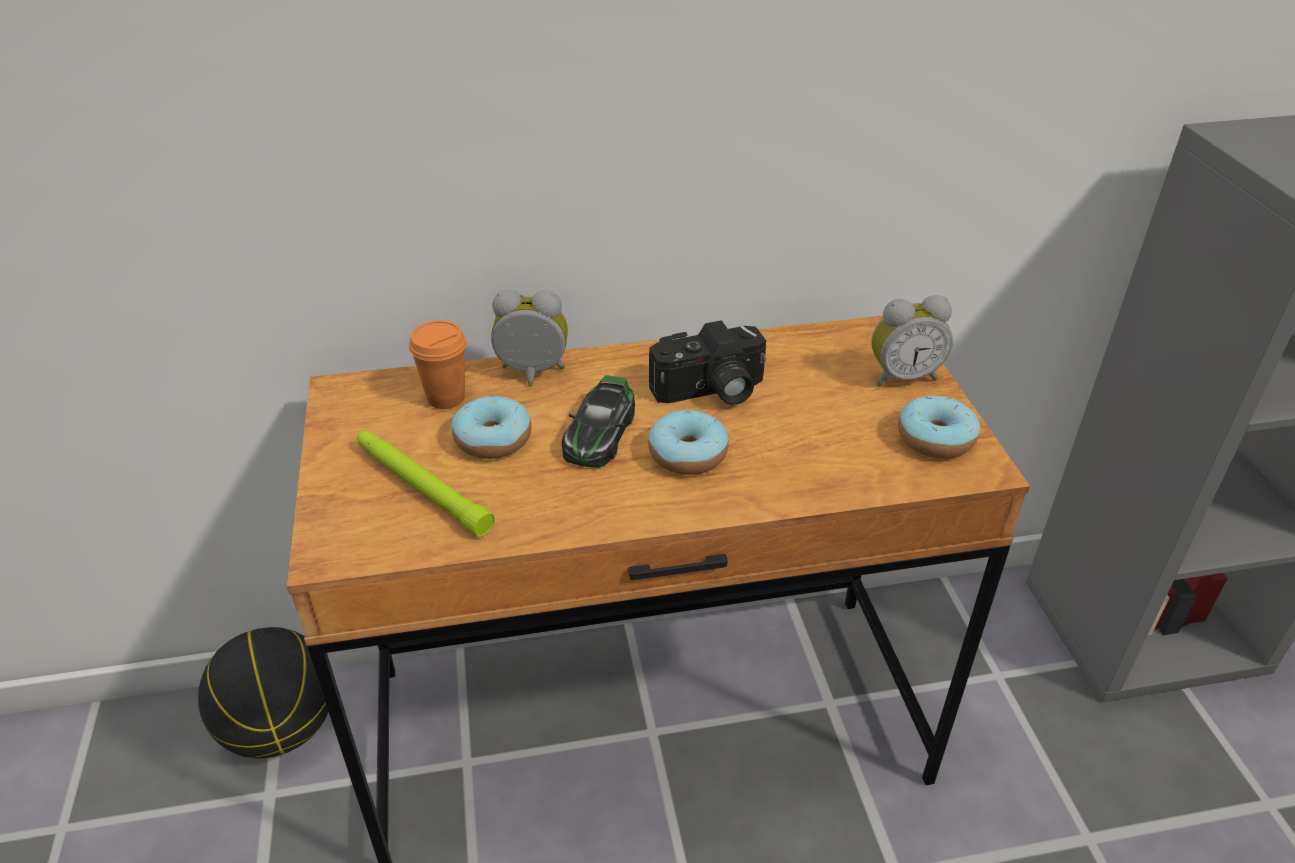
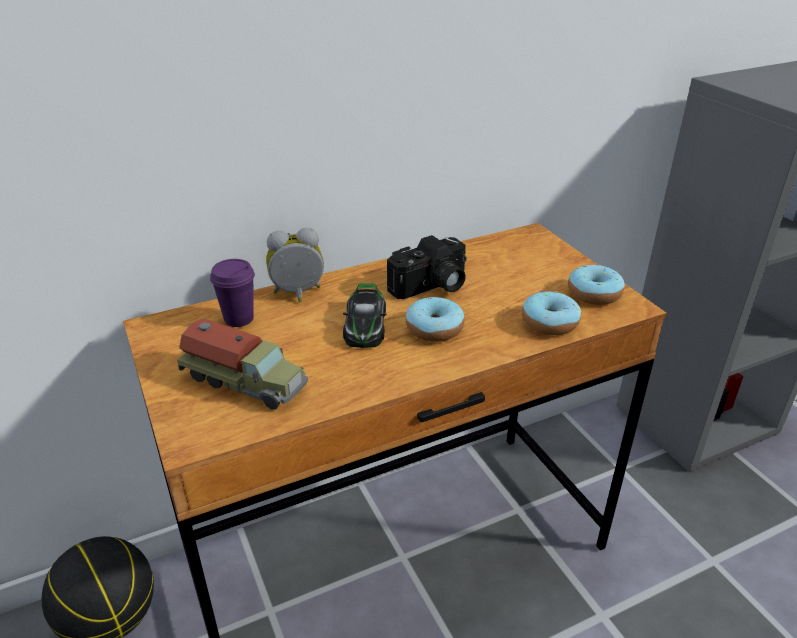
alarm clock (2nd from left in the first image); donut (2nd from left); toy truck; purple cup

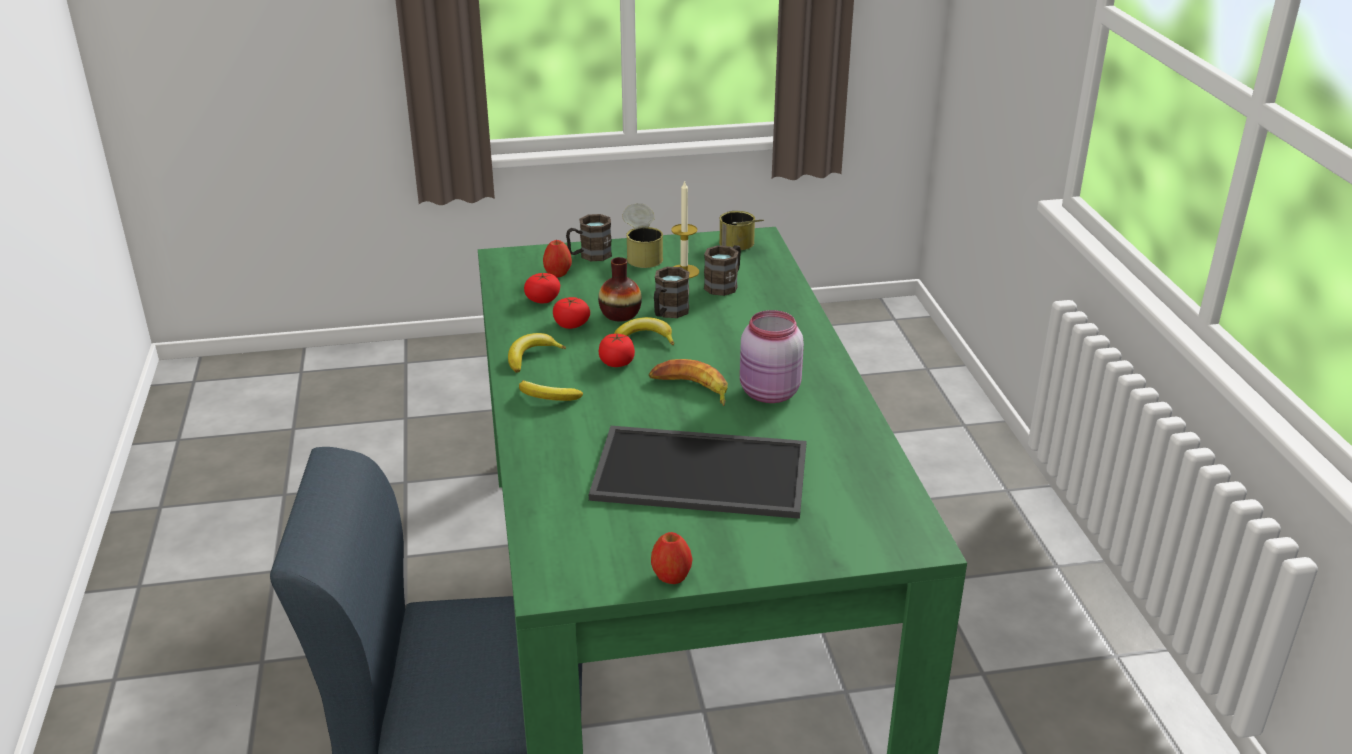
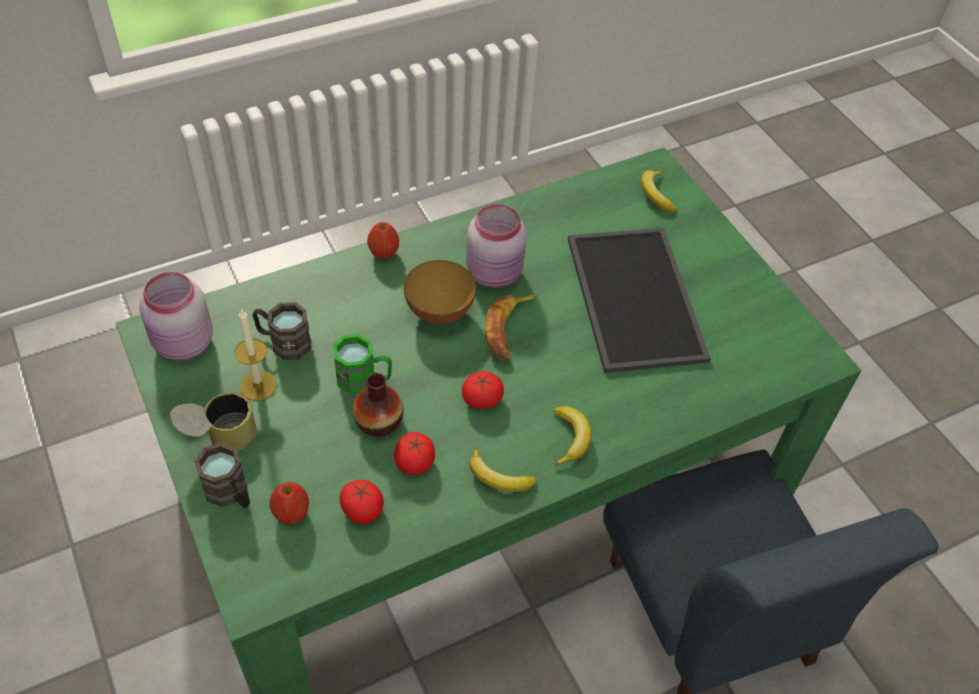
bowl; banana (4th from left); apple (2nd from left); pink jar (1st from left); green mug

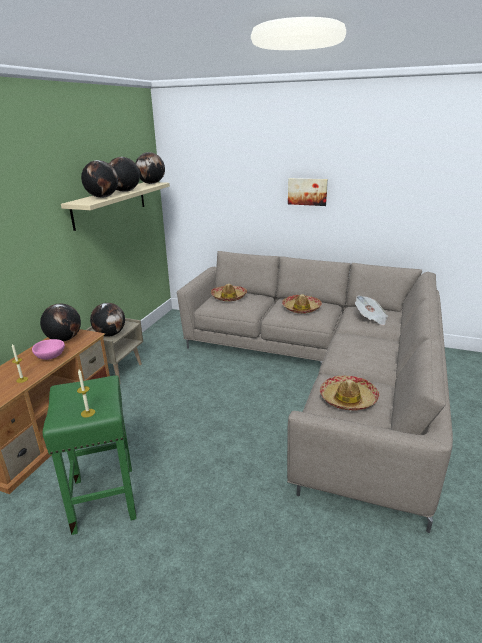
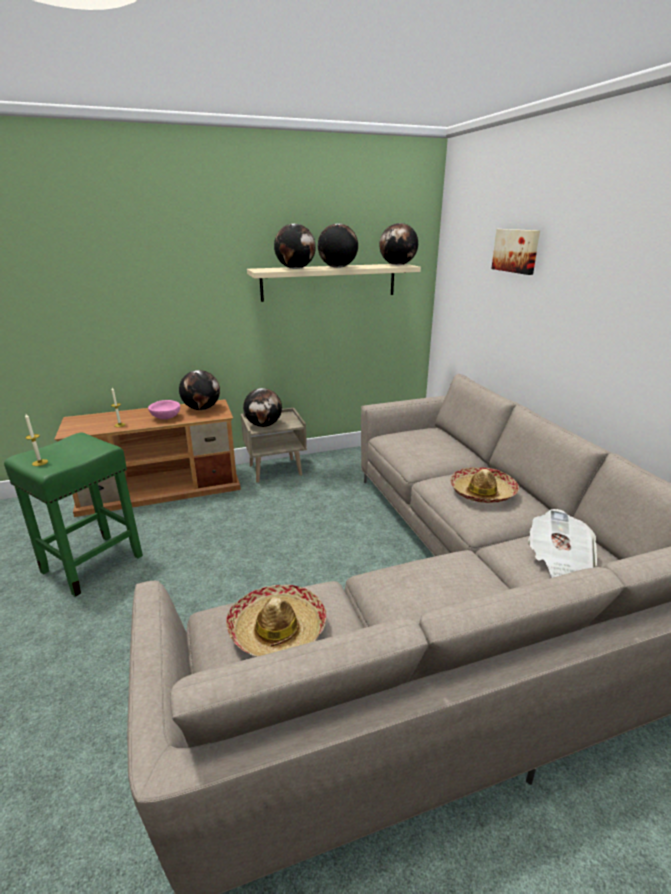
hat (1st from left in the first image); picture

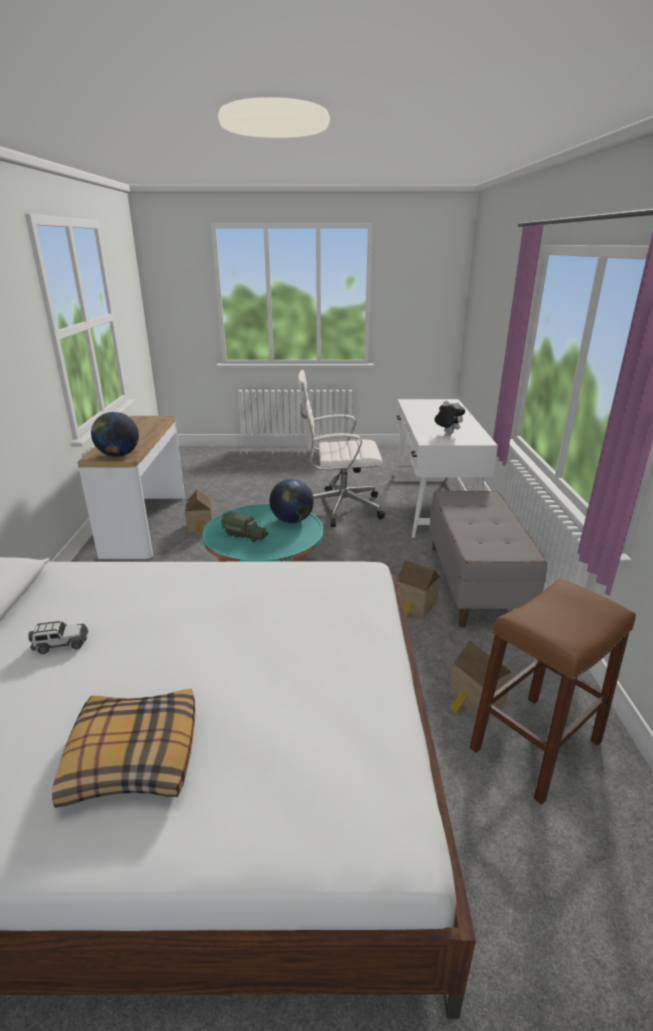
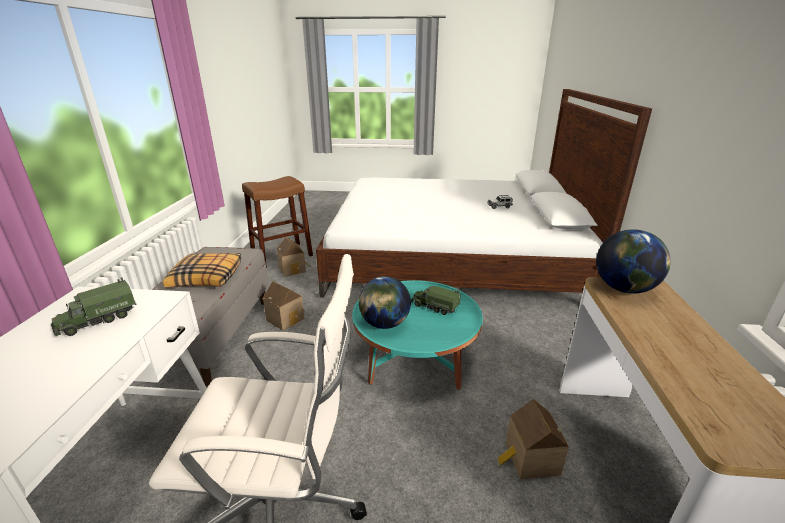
pillow; toy truck (1st from left)

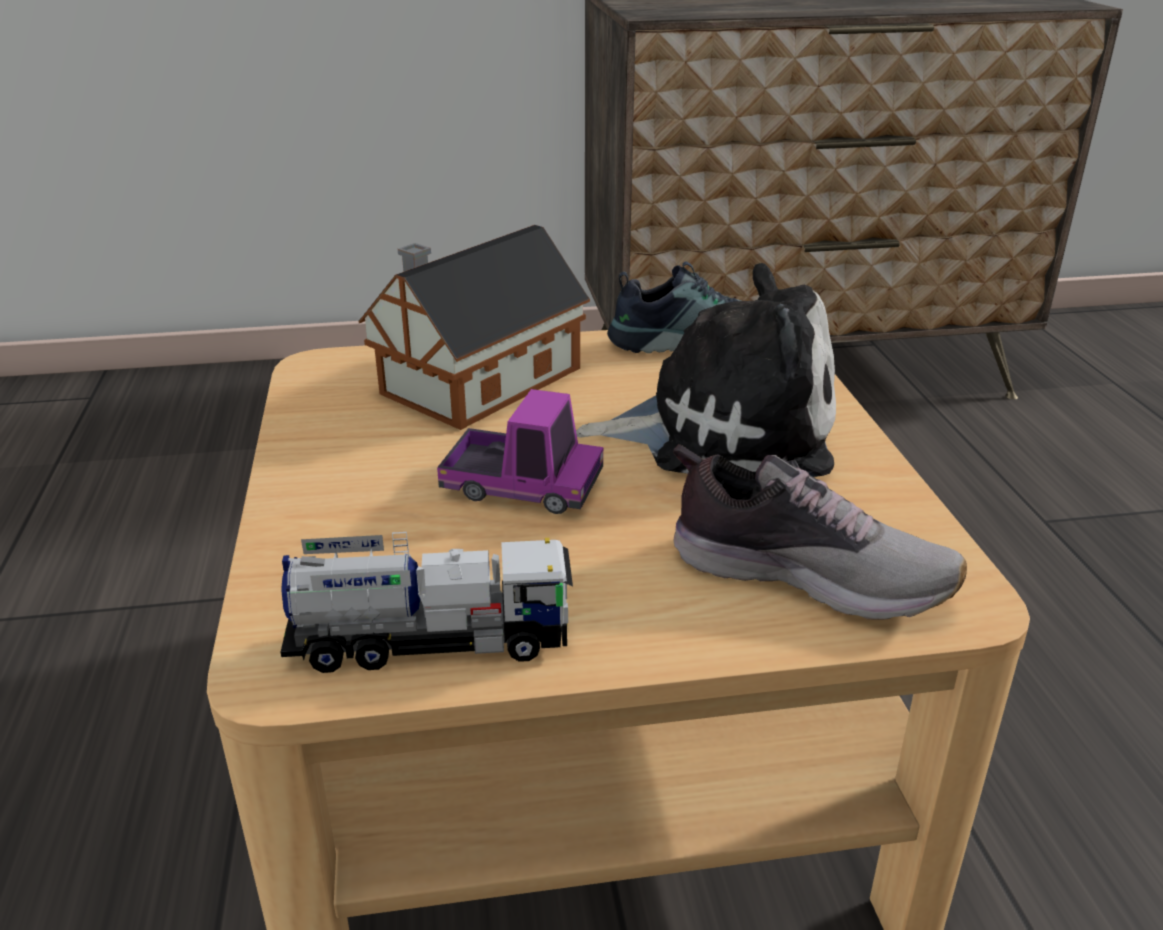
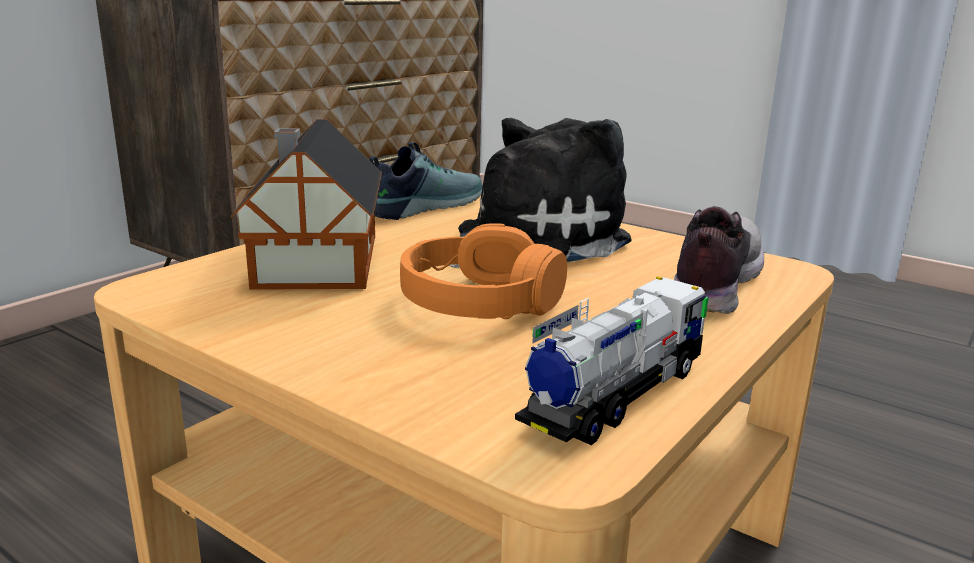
orange headphones; shoe (2nd from left)

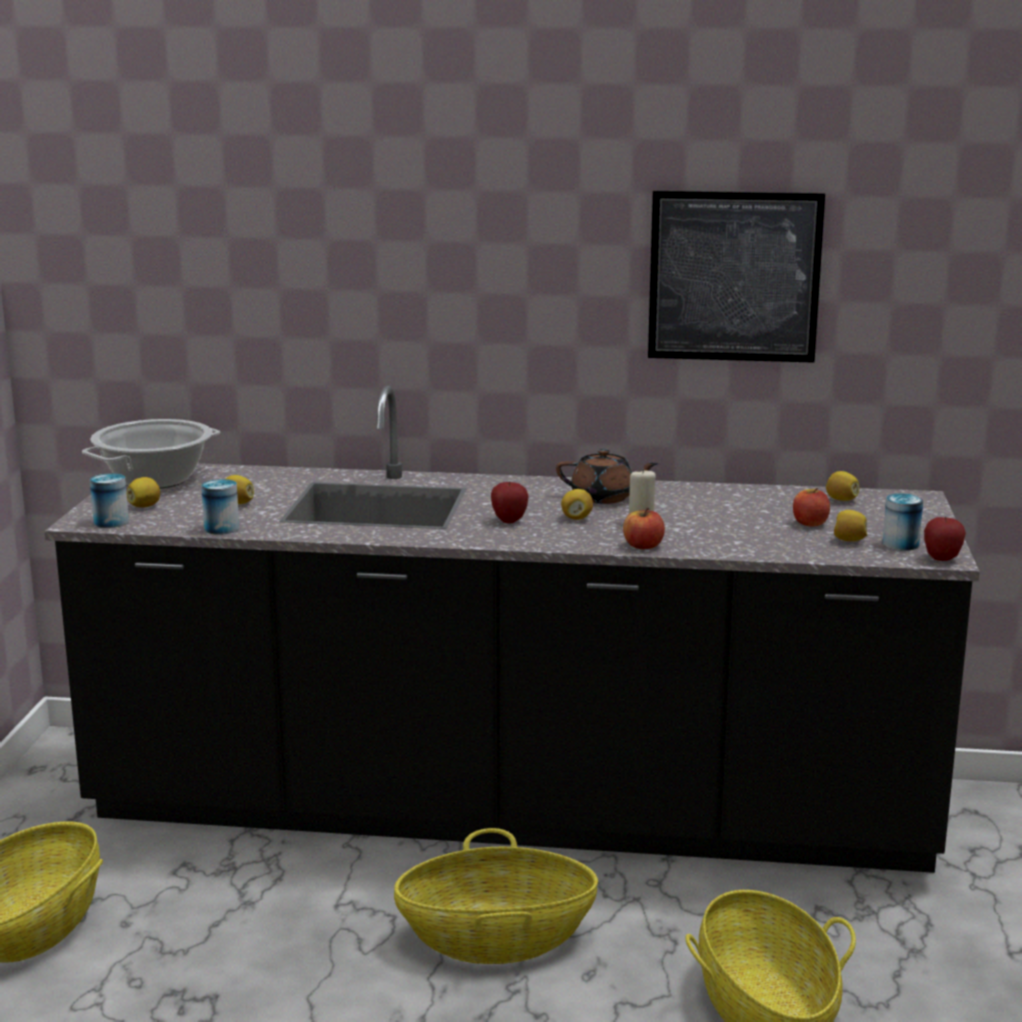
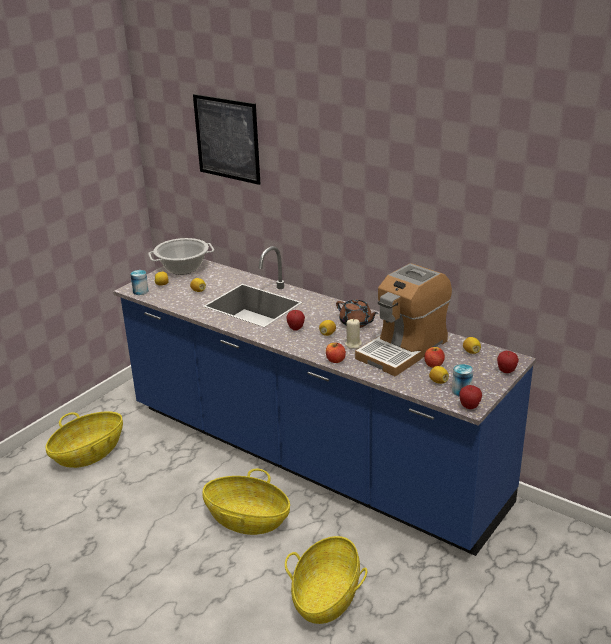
can (2nd from left in the first image); coffee machine; apple (5th from left); picture; blue counter

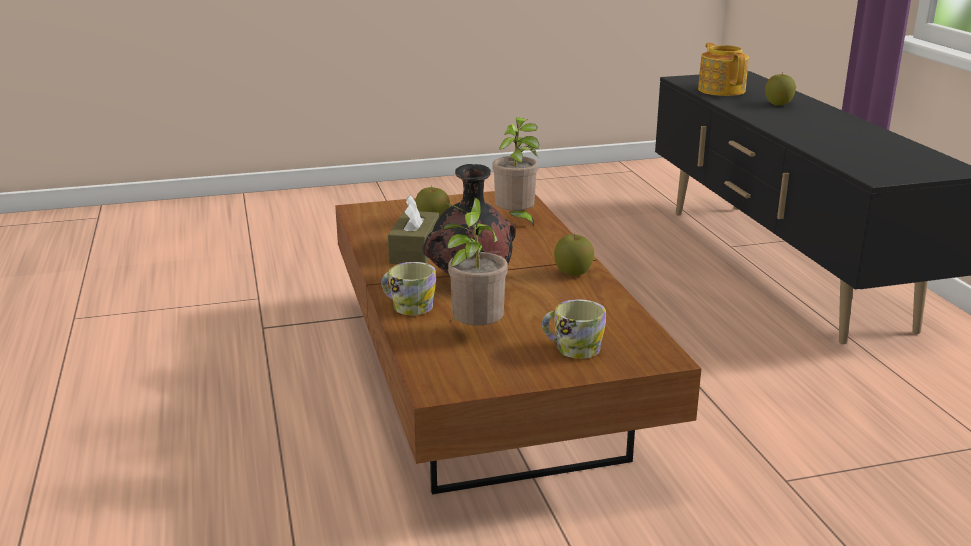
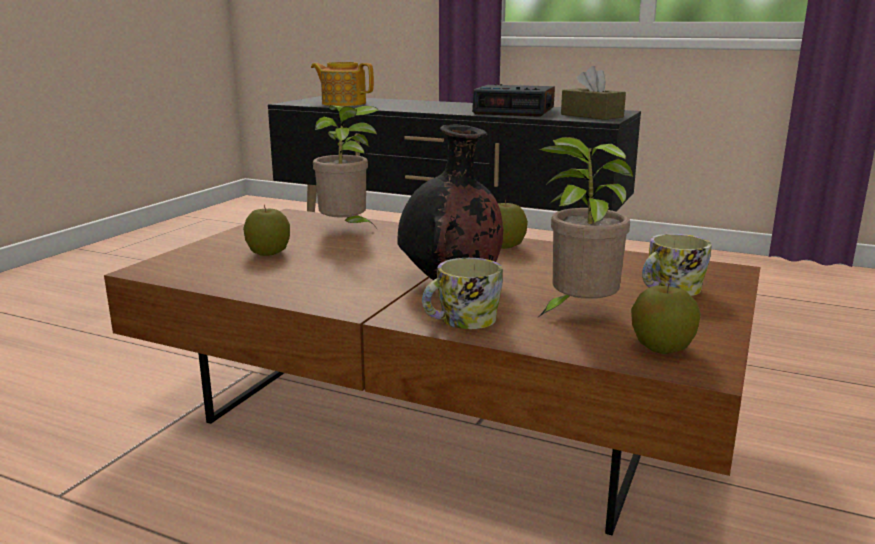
alarm clock; brown tissue box; apple (3rd from left)

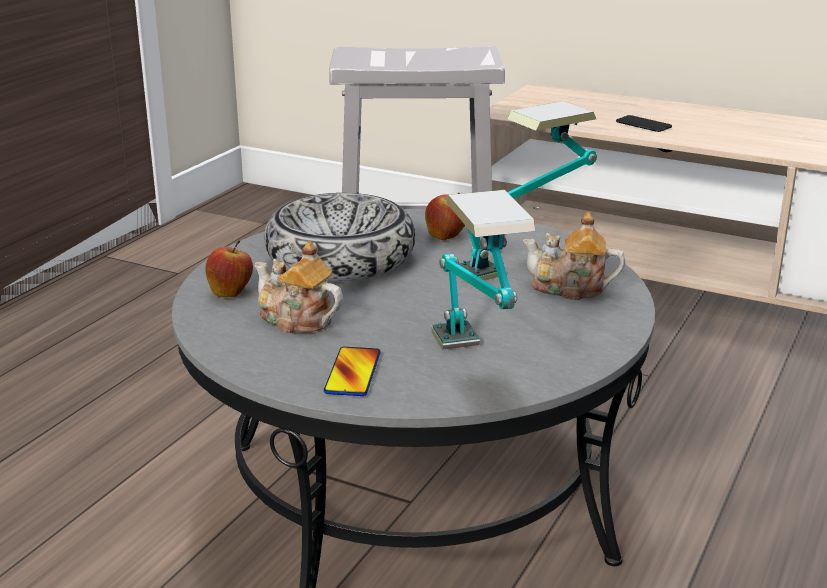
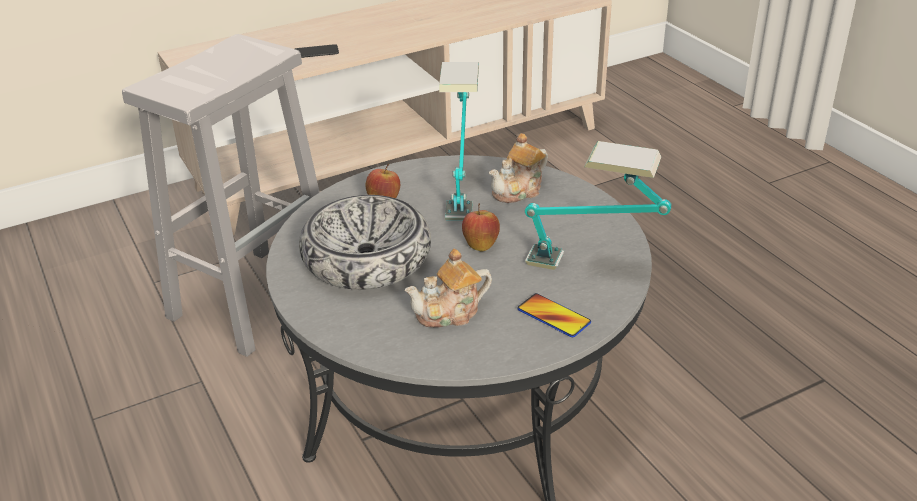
apple (2nd from left)

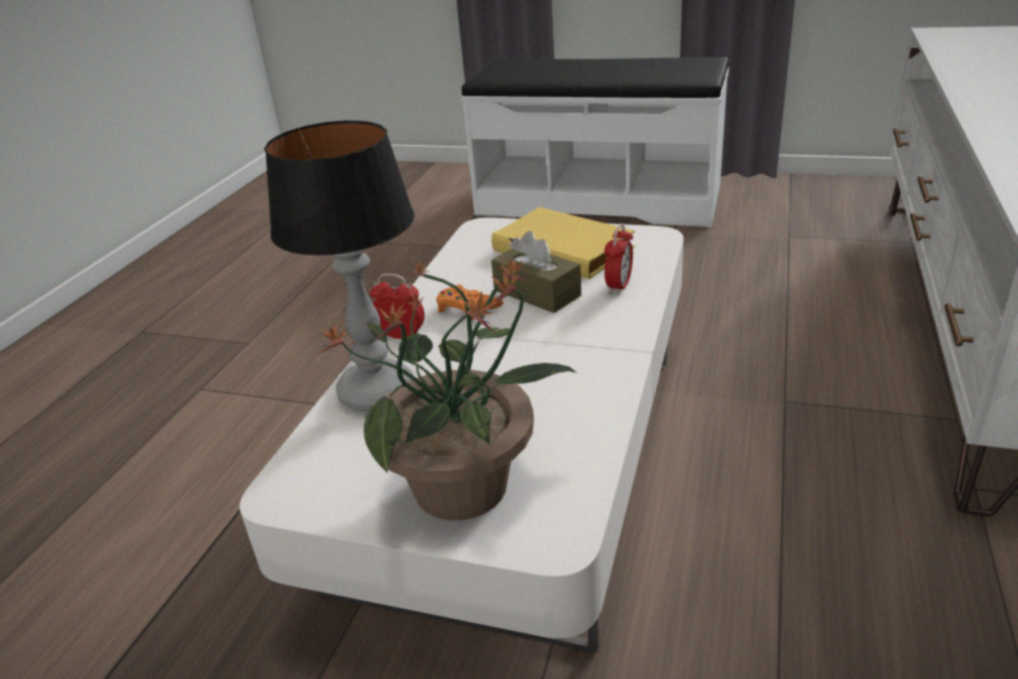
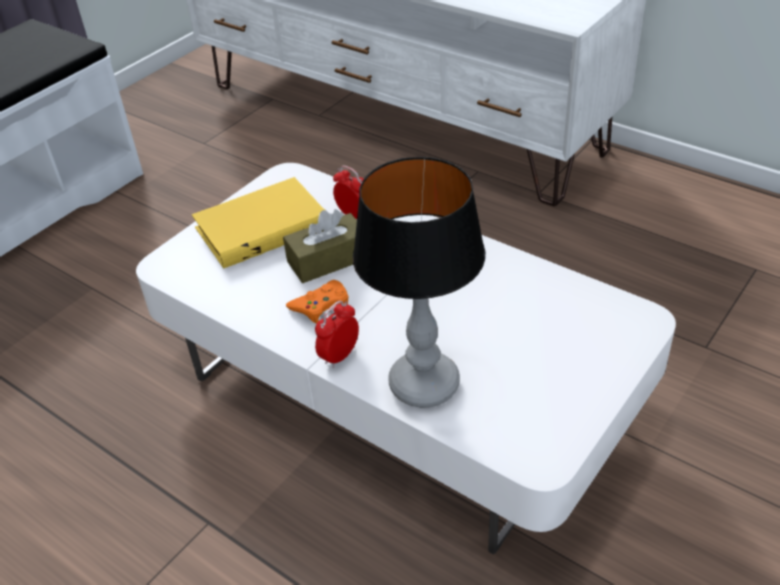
potted plant

